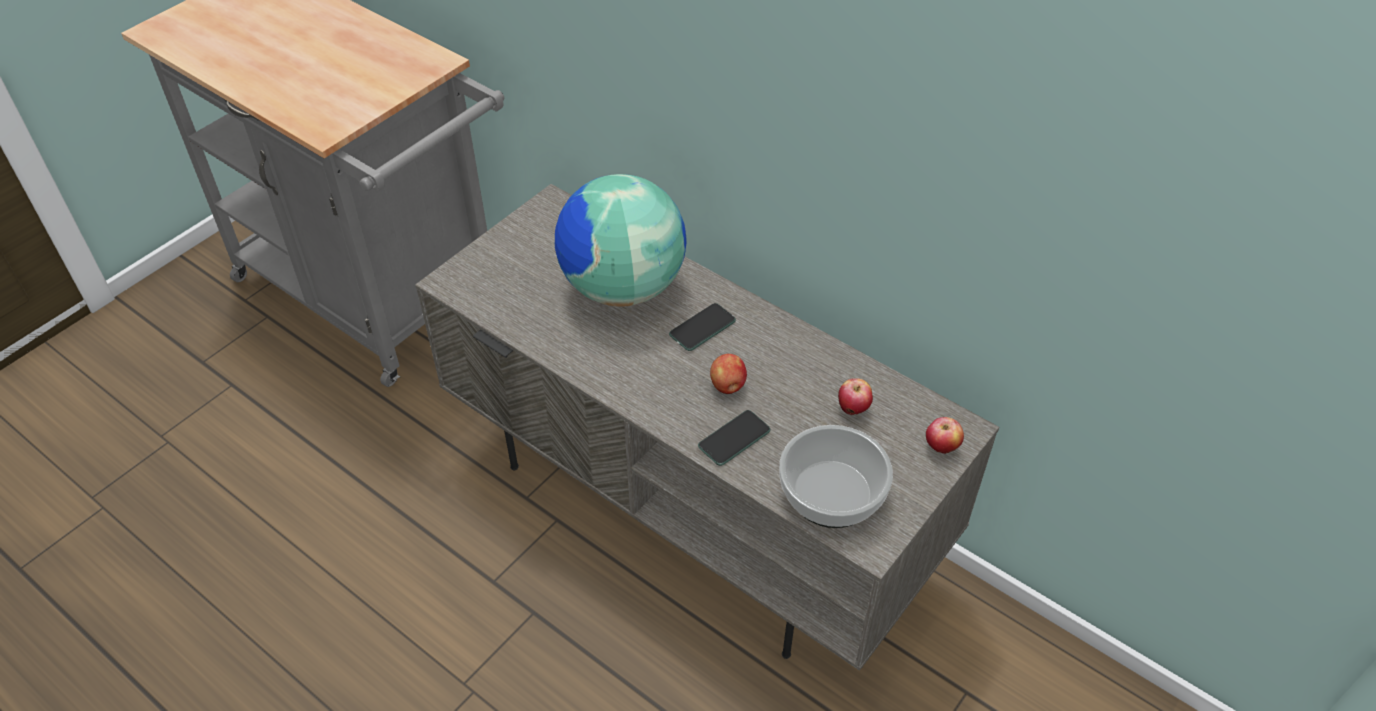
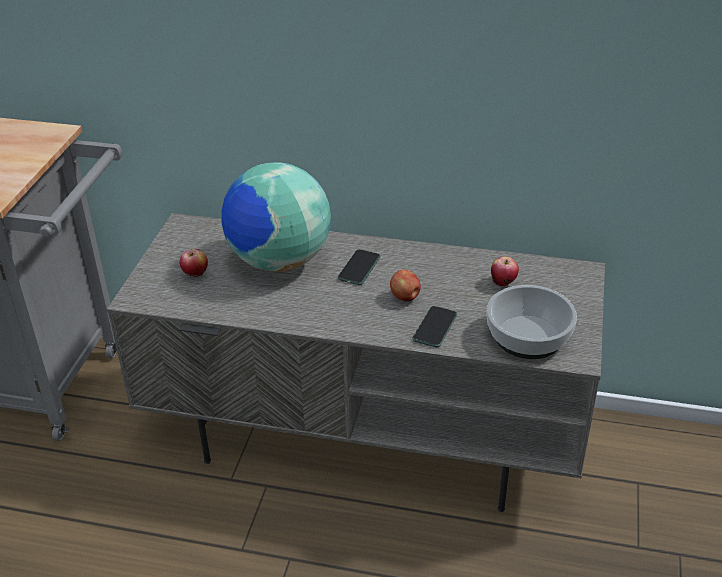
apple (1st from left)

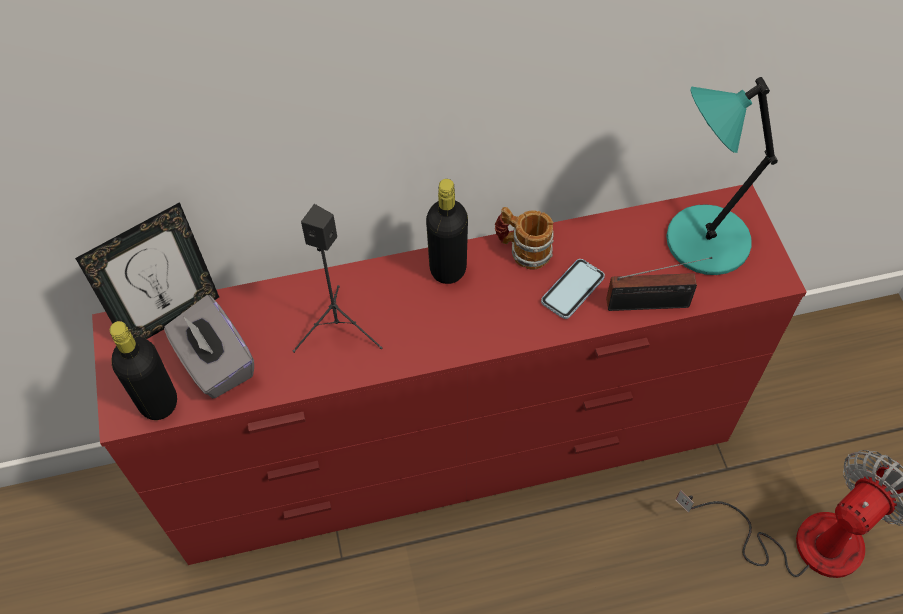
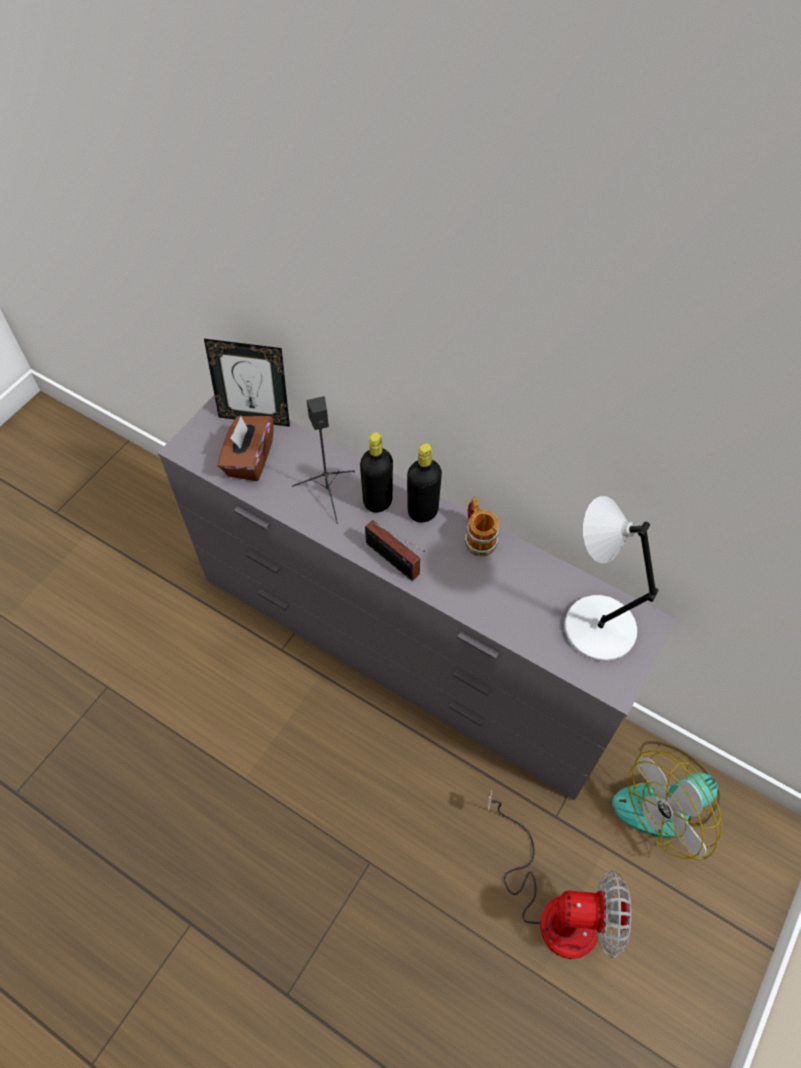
phone; fan (2nd from left); black bottle (1st from left); radio; grey dresser; brown tissue box; grey table lamp

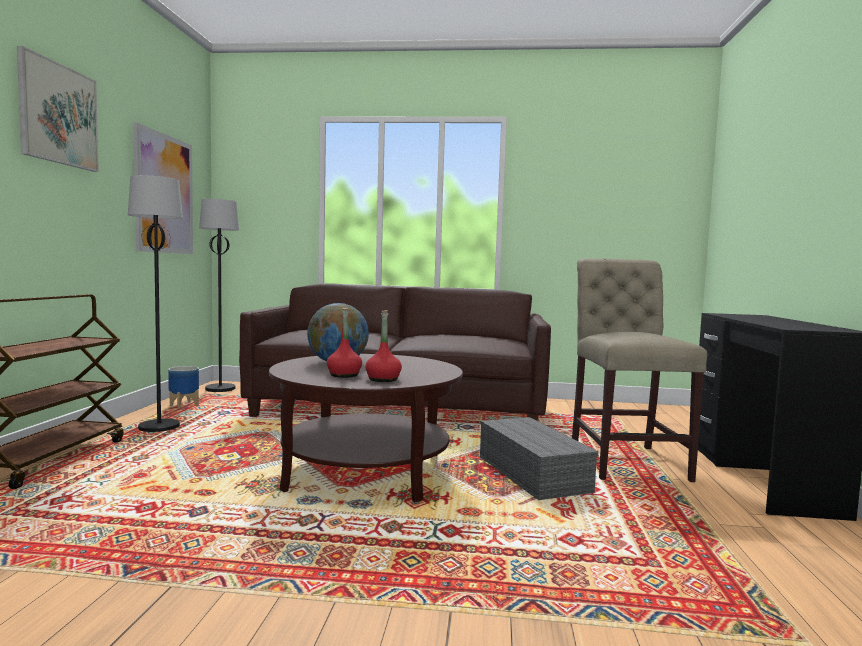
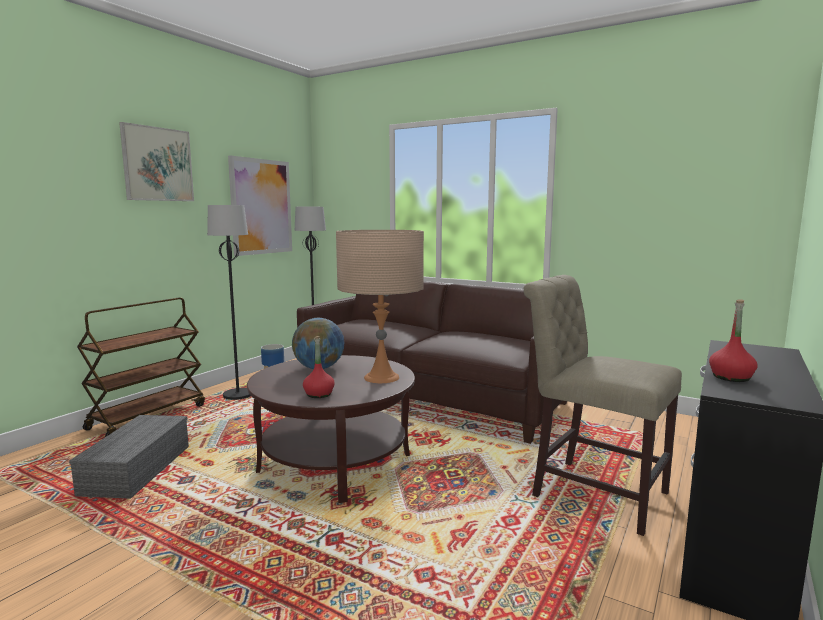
beige table lamp; red bottle (2nd from left); grey storage box; beige chair

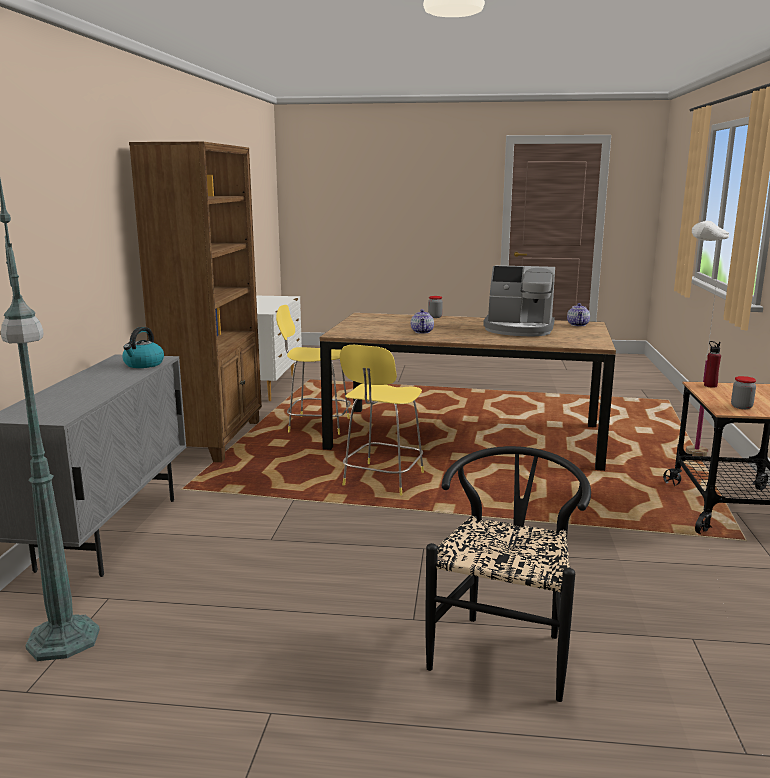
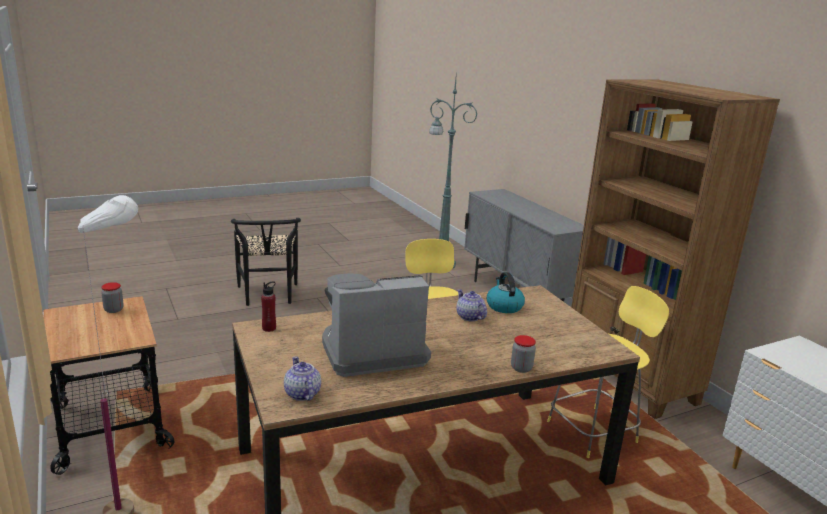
kettle; red bottle

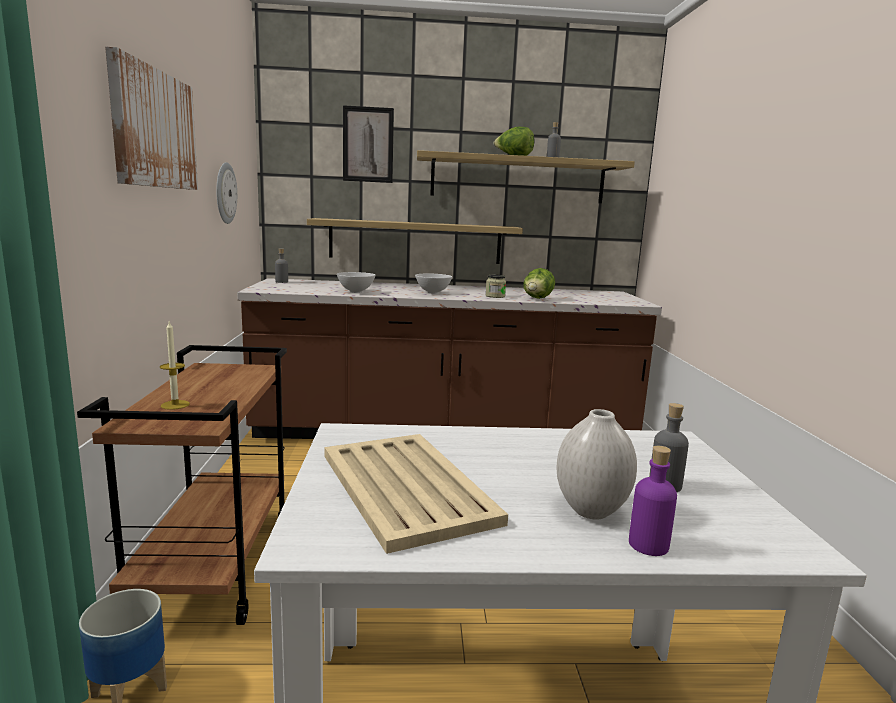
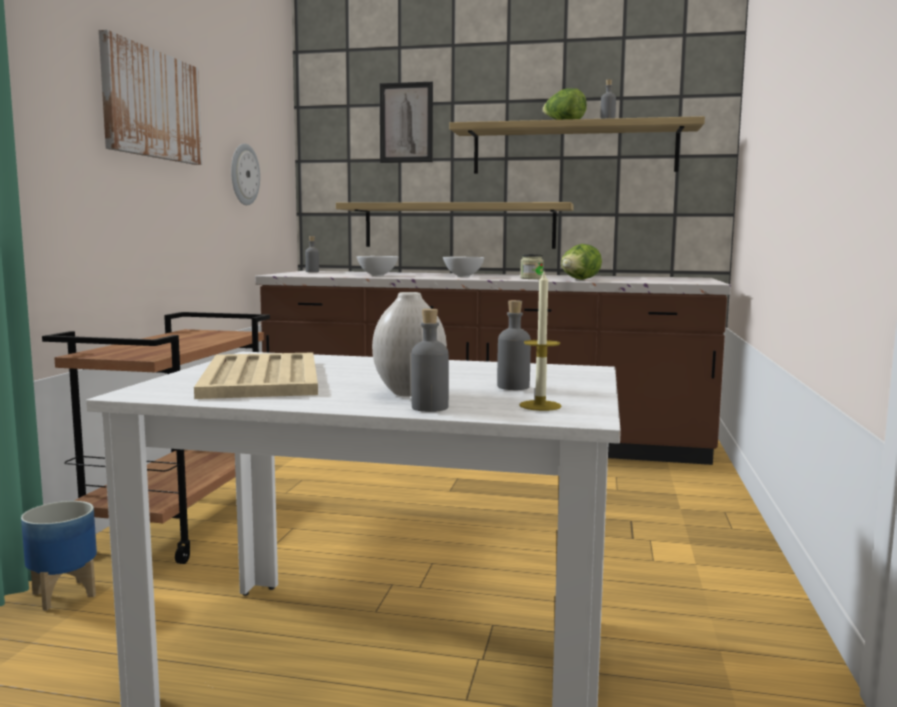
candle; grey bottle (2nd from left)

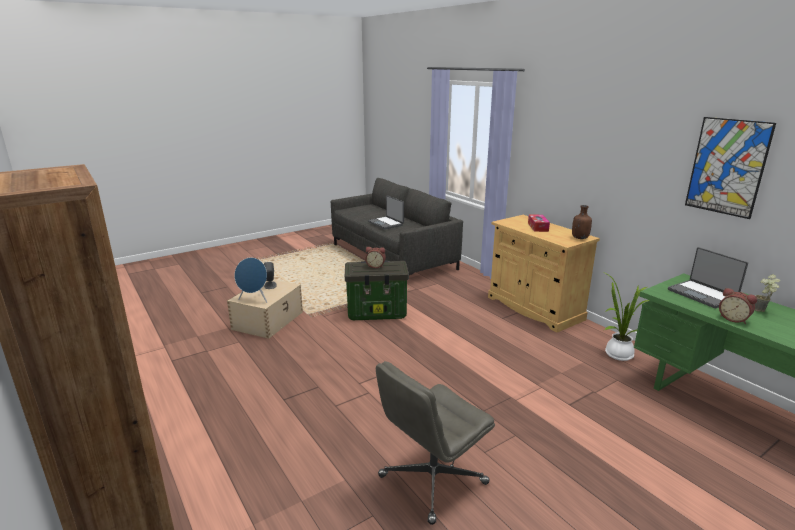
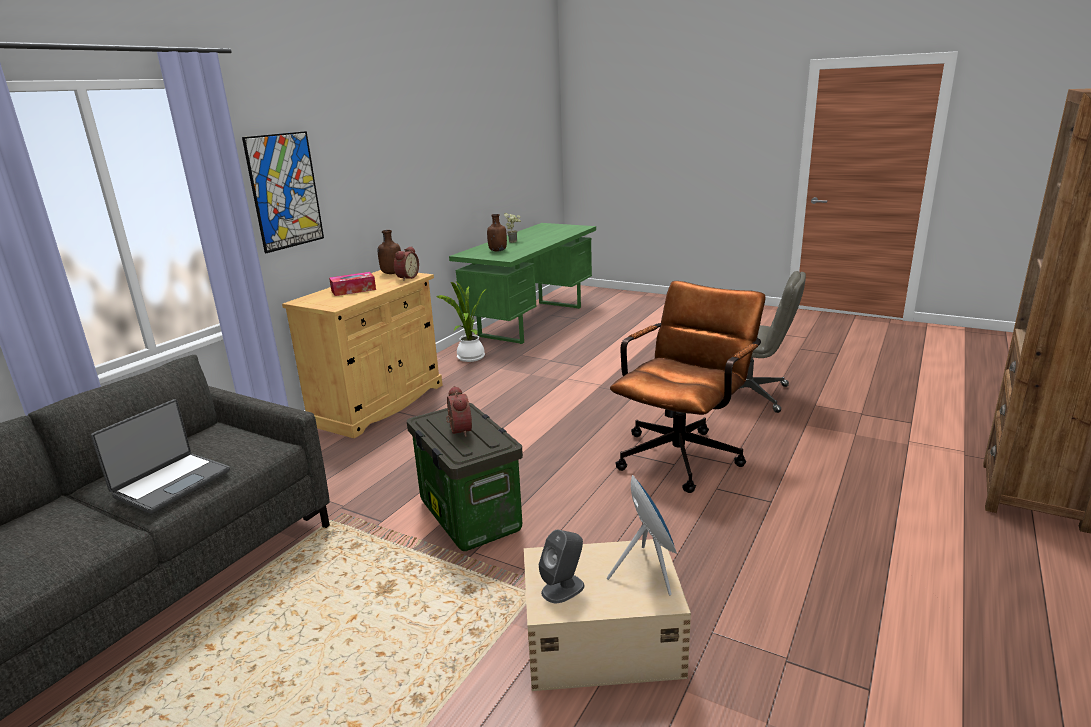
brown office chair; picture; alarm clock (1st from left); brown bottle (2nd from left)

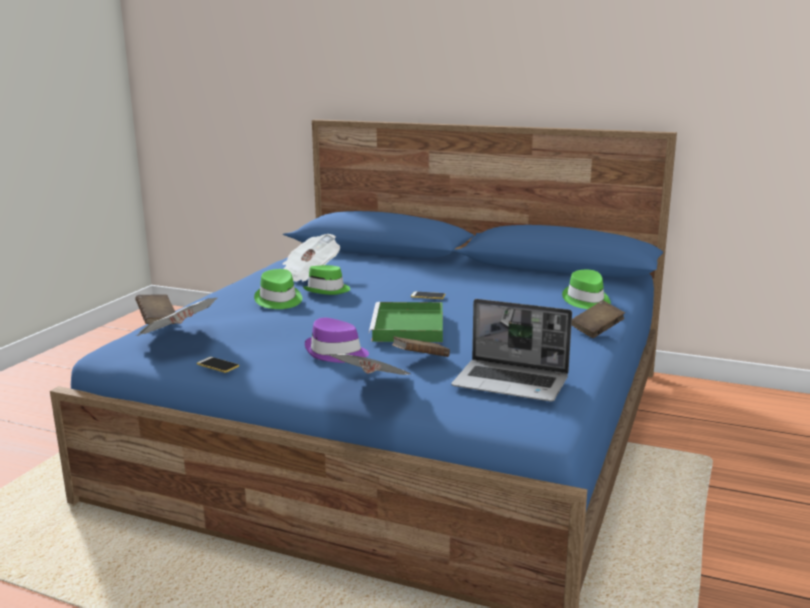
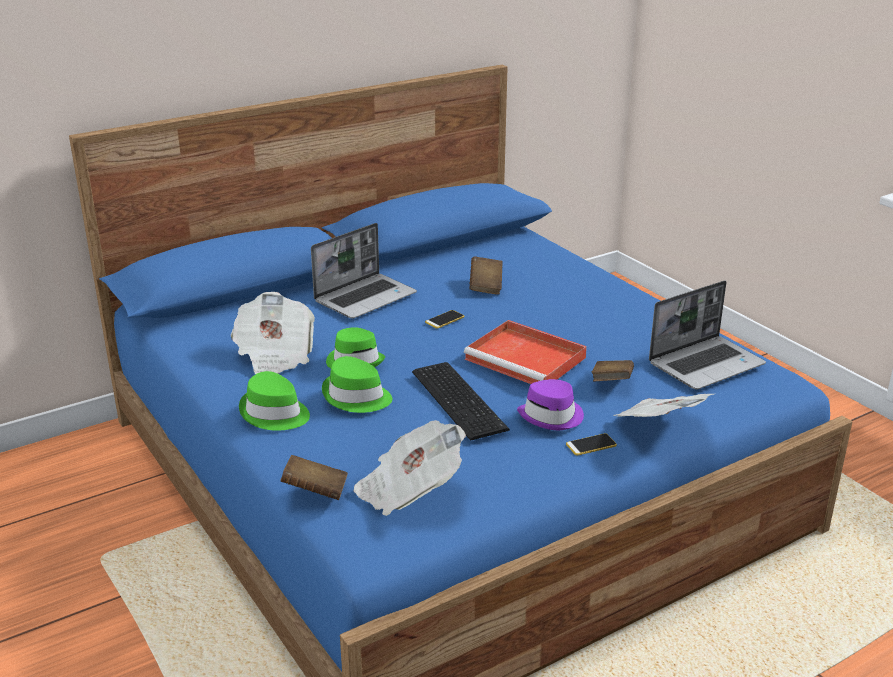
laptop (1st from left); keyboard; phone (2nd from left); green hat (1st from left); brown book (2nd from left); red tray

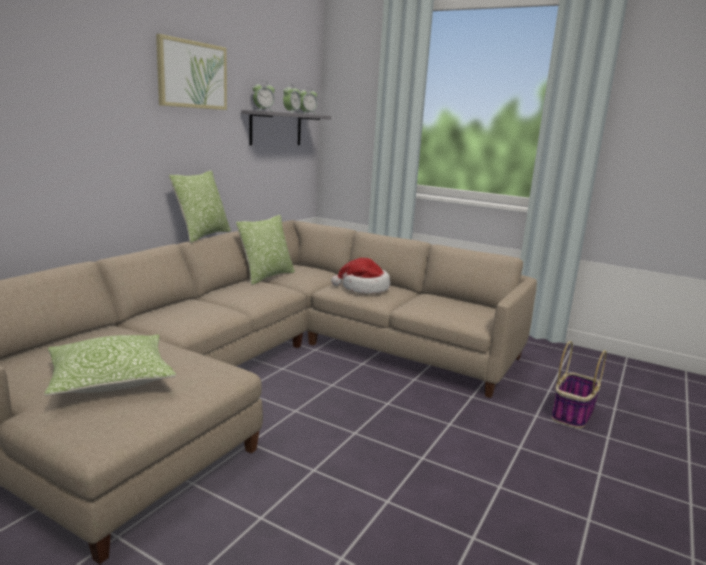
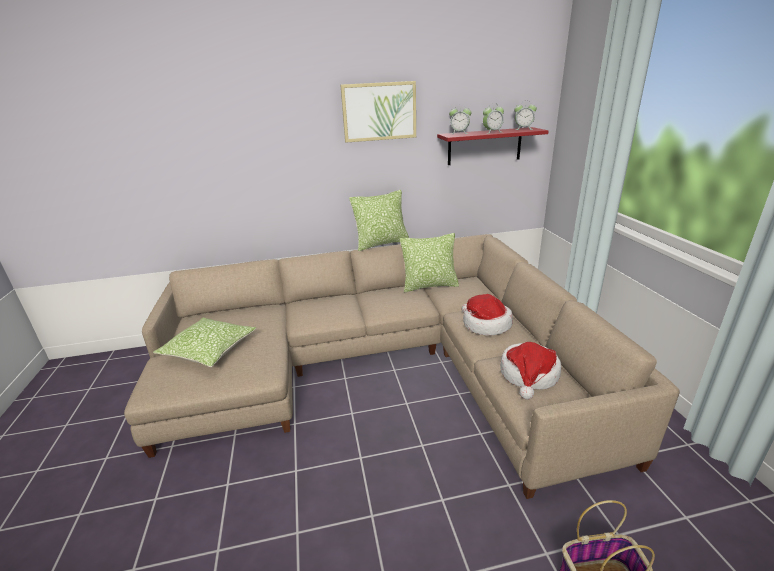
hat (2nd from left); red shelf

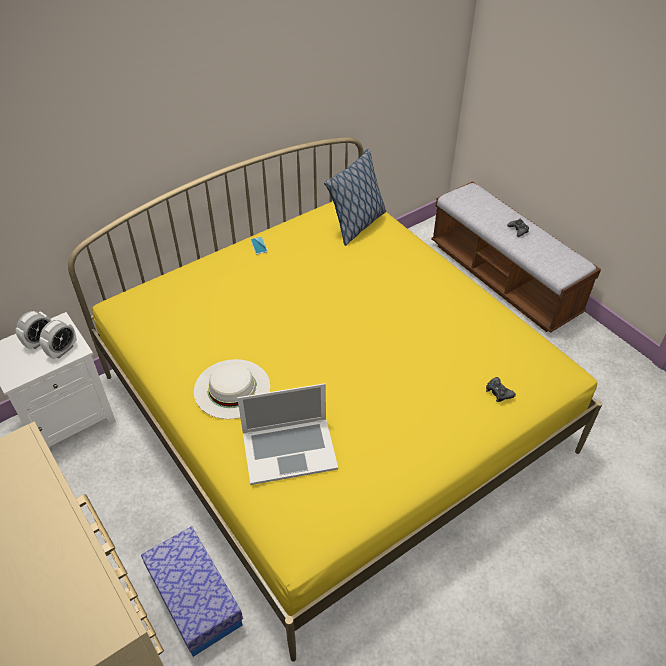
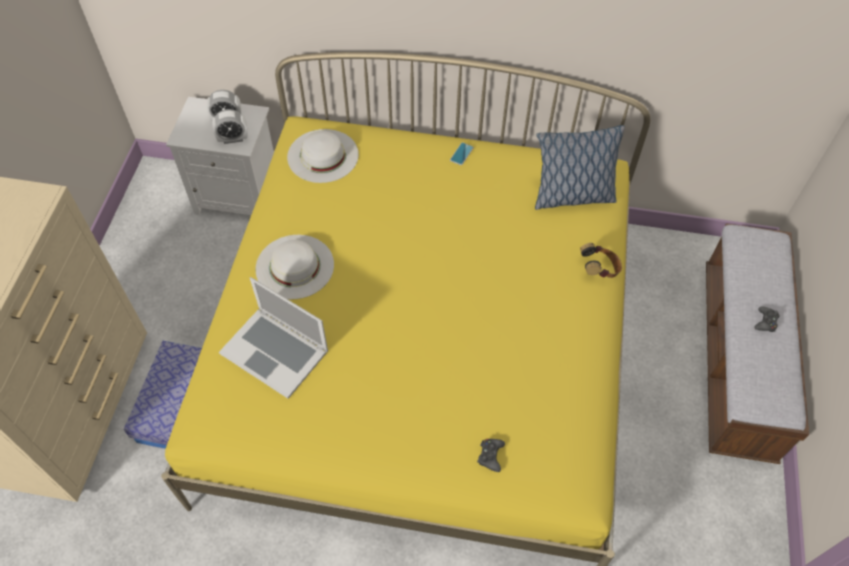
white hat (2nd from left); headphones

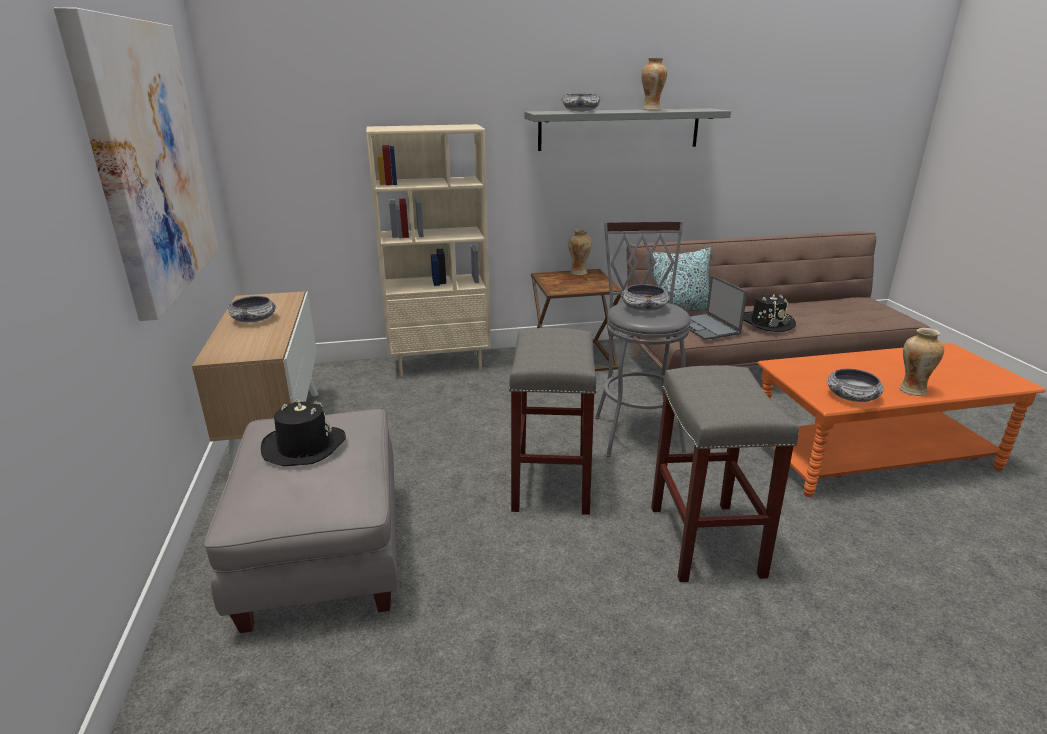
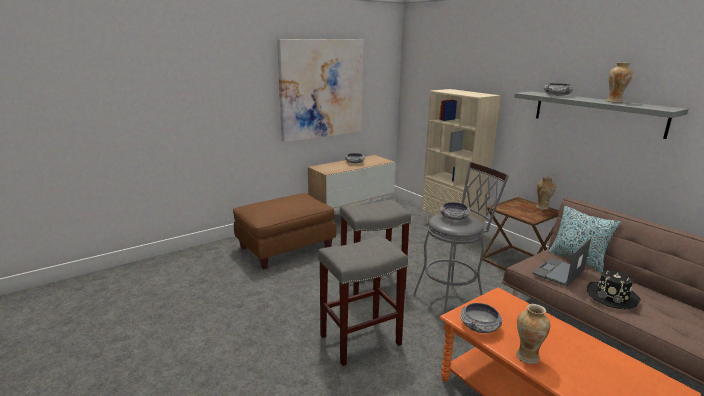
black hat (1st from left in the first image); brown ottoman

